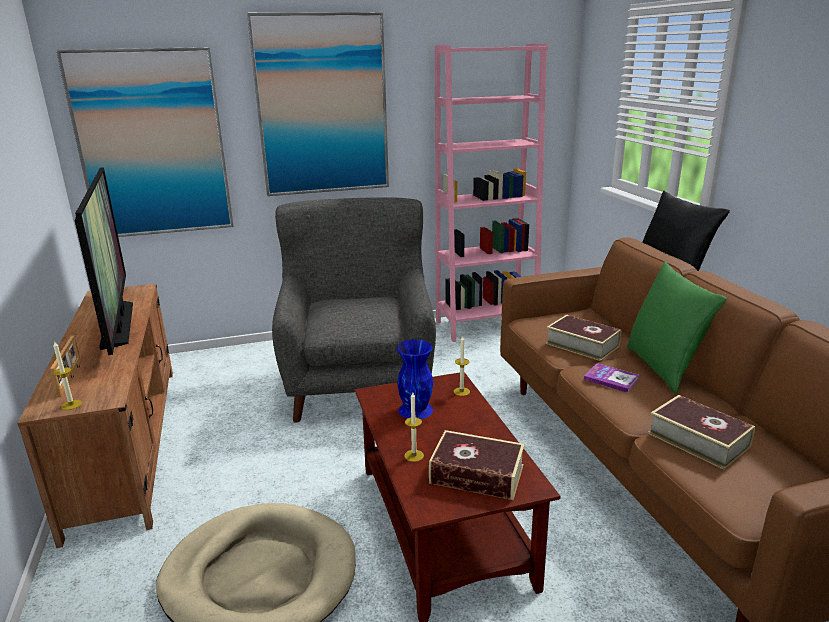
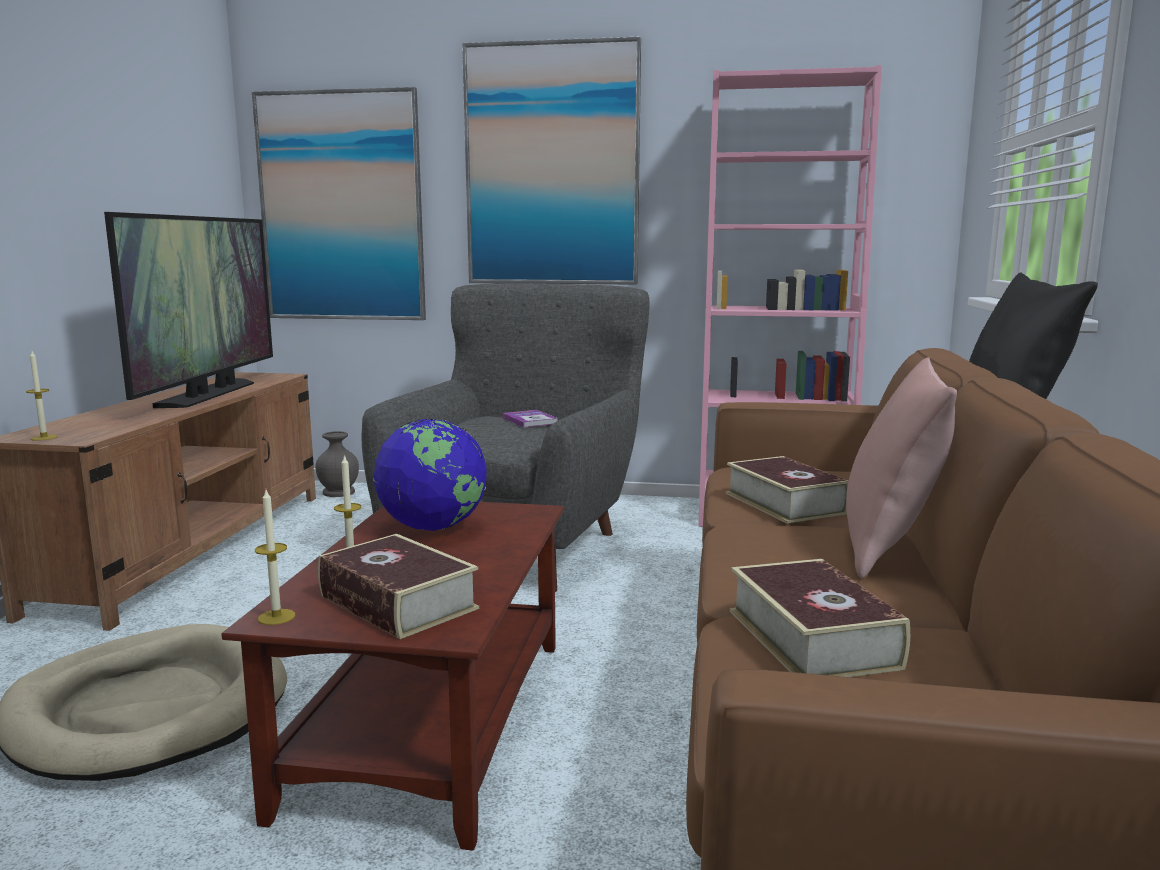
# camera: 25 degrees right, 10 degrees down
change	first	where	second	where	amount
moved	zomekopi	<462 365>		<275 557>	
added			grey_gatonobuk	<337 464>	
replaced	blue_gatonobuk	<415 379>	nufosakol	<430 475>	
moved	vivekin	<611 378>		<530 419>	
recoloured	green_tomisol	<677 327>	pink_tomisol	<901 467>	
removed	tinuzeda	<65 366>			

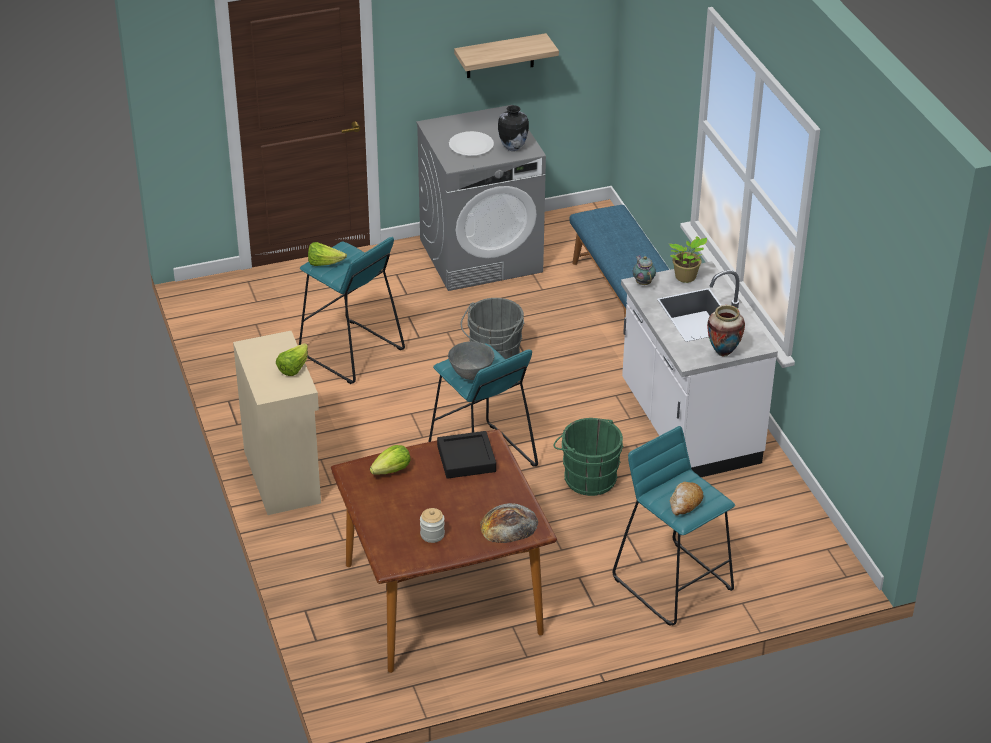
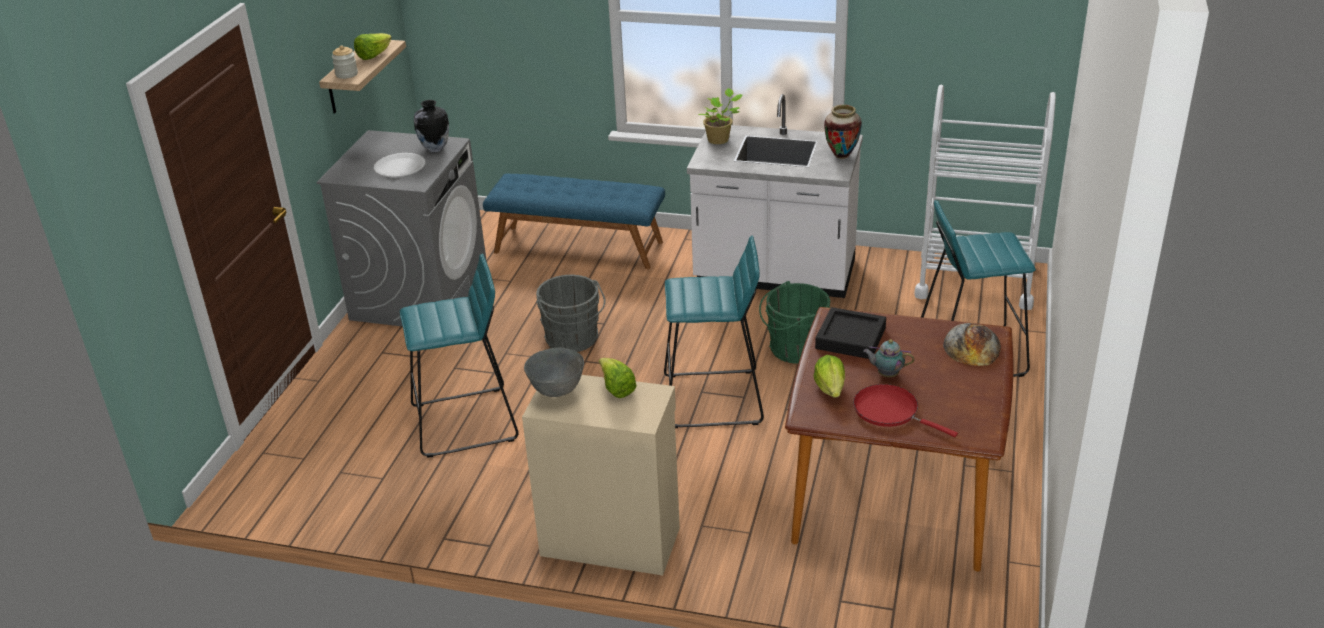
# camera: 55 degrees left, 5 degrees down
change	first	where	second	where	amount
moved	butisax	<432 525>		<345 62>	
moved	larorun	<327 254>		<373 46>	
moved	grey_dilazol	<471 360>		<554 372>	
added			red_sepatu	<905 410>	
moved	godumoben	<644 270>		<888 358>	
added			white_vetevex	<985 197>	
removed	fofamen	<686 499>			

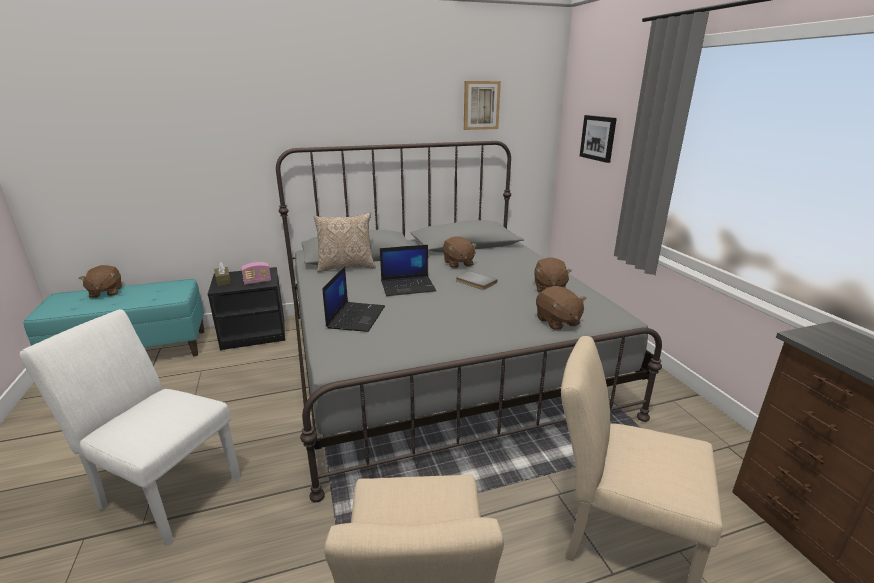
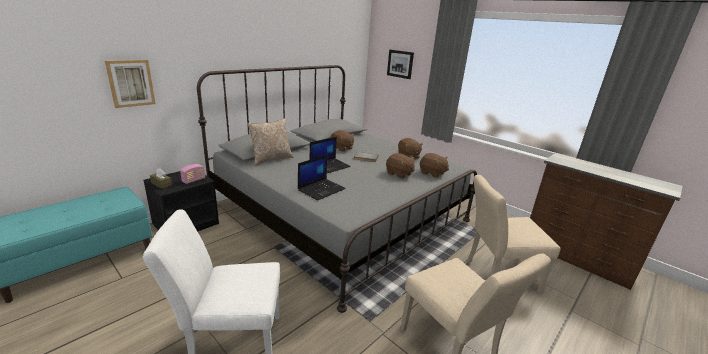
# camera: 30 degrees left, 0 degrees up
change	first	where	second	where	amount
moved	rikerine	<482 105>		<130 84>	
turned	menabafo	<353 299>		<322 178>	60 degrees clockwise
moved	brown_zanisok	<100 281>		<400 166>	

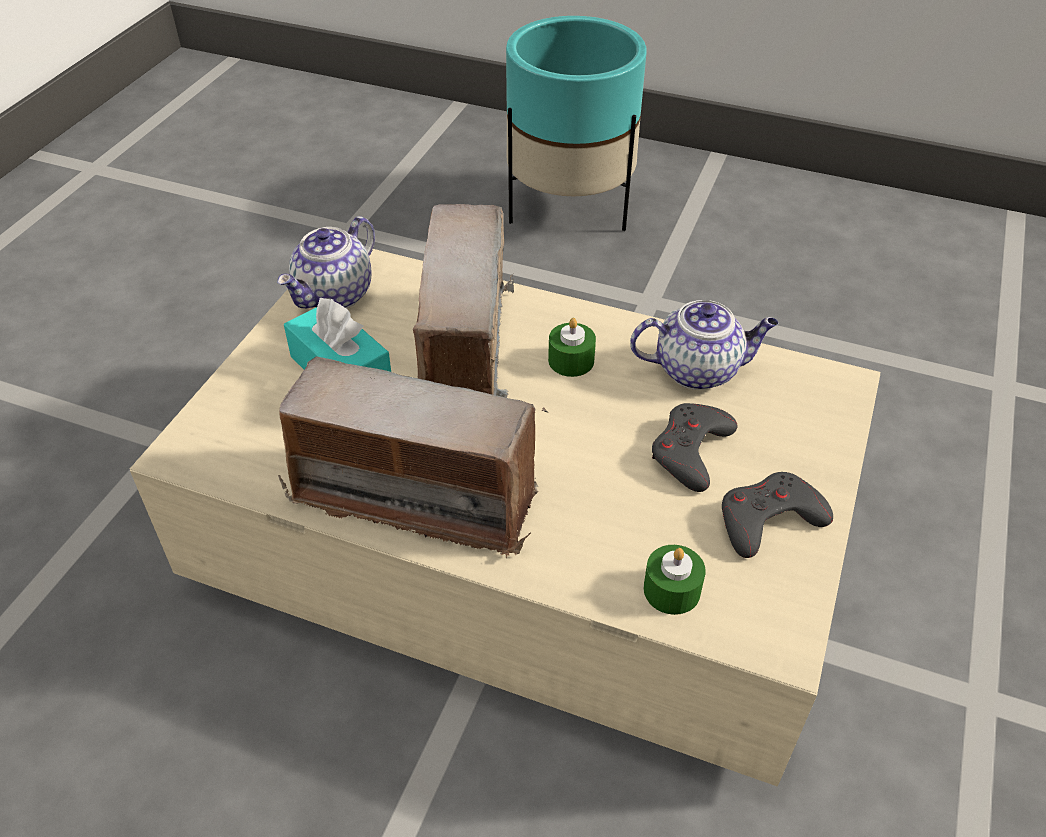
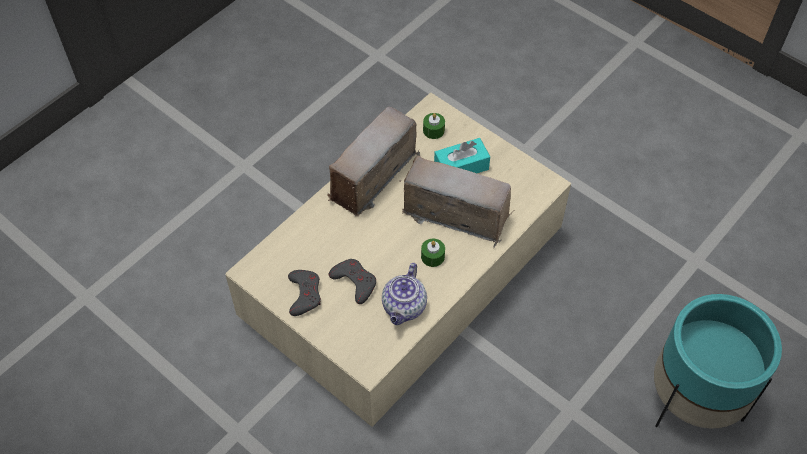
# camera: 110 degrees right, 10 degrees up
change	first	where	second	where	amount
moved	green_zomekopi	<674 580>		<434 126>	
removed	godumoben	<326 262>			

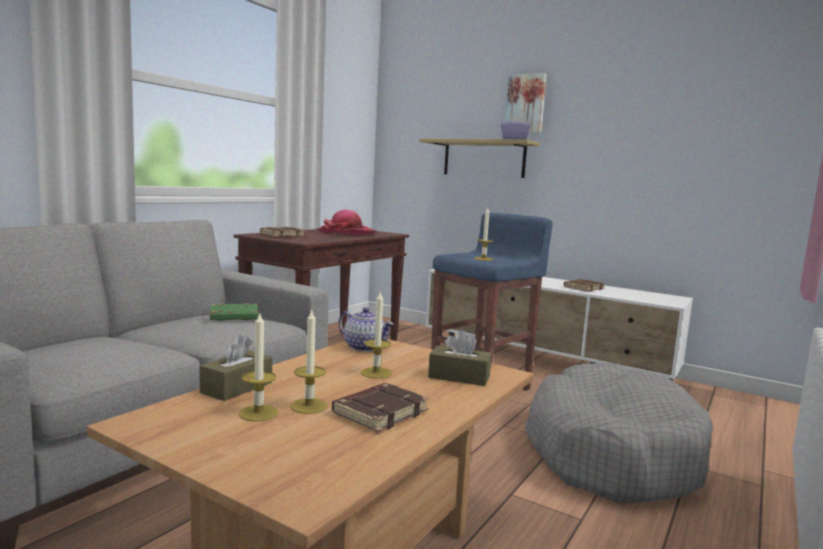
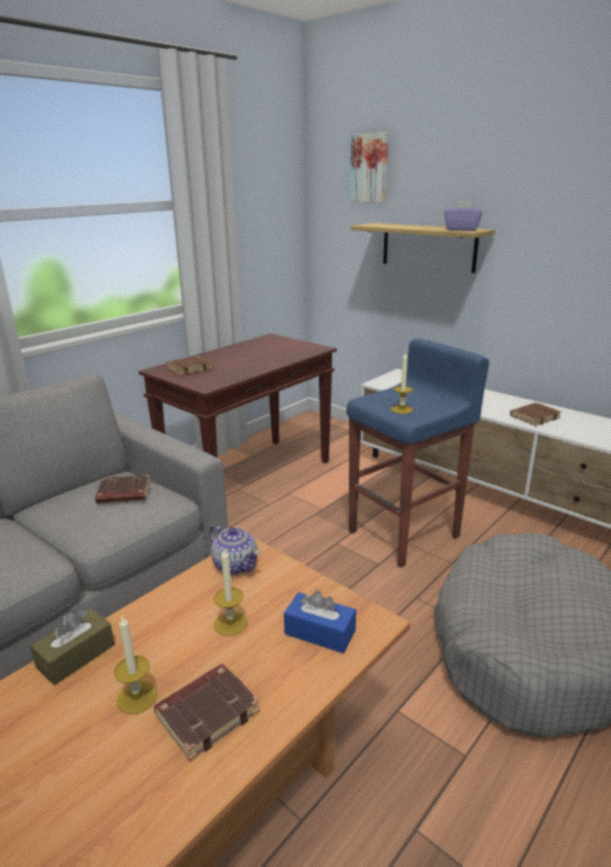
# camera: 10 degrees right, 15 degrees up
change	first	where	second	where	amount
recoloured	green_vivekin	<234 312>	brown_vivekin	<122 489>	
recoloured	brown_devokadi	<460 358>	blue_devokadi	<320 621>	
moved	rikerine	<526 103>		<369 167>	
removed	zomekopi	<258 367>			
removed	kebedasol	<347 222>			

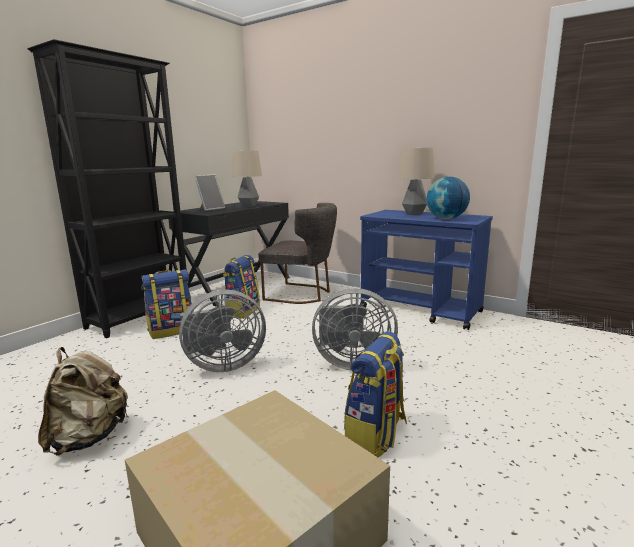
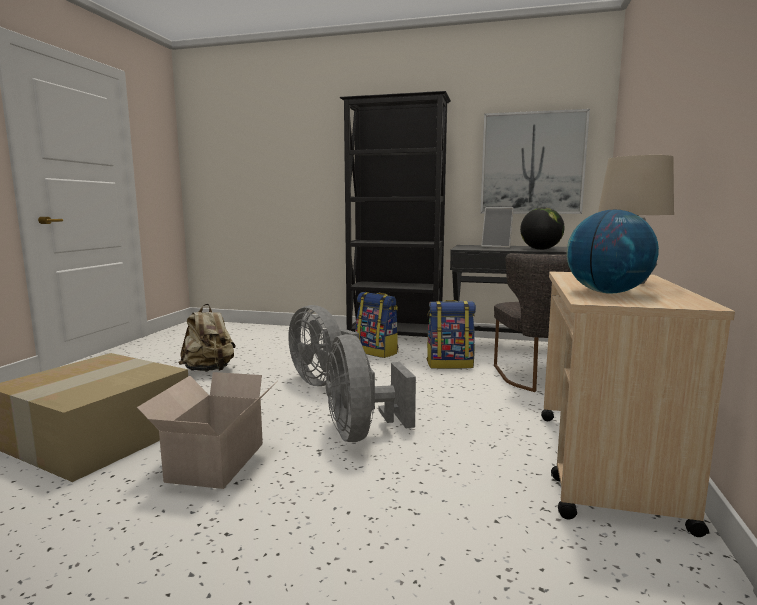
# camera: 70 degrees right, 5 degrees down
change	first	where	second	where	amount
replaced	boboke	<375 394>	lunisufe	<207 430>	
added			rikerine	<535 161>	
replaced	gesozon	<247 179>	nufosakol	<542 228>	
recoloured	blue_vetevex	<426 270>	beige_vetevex	<638 404>	

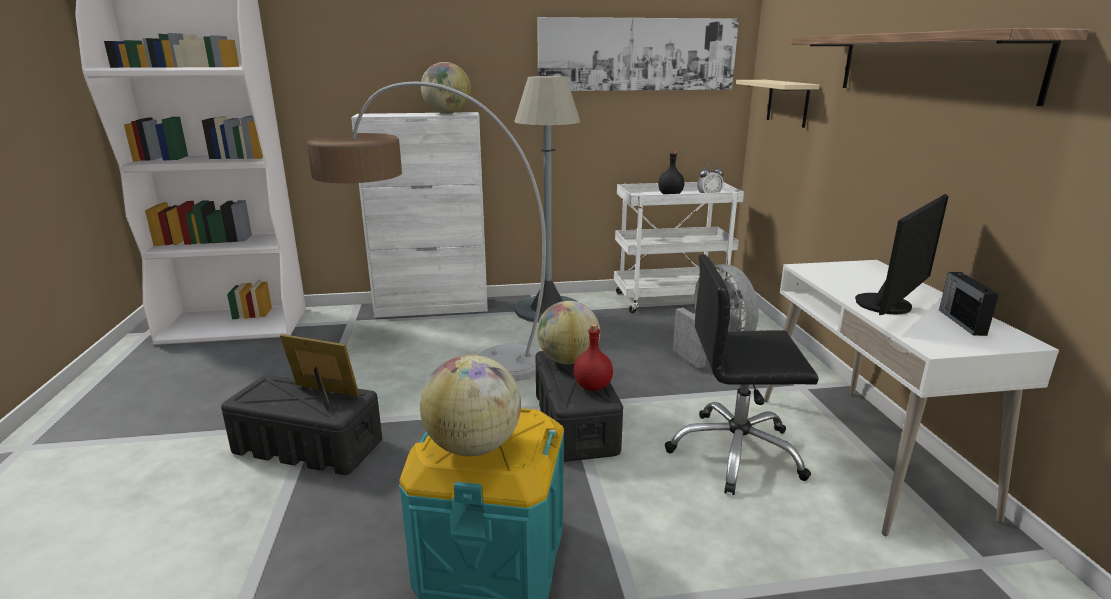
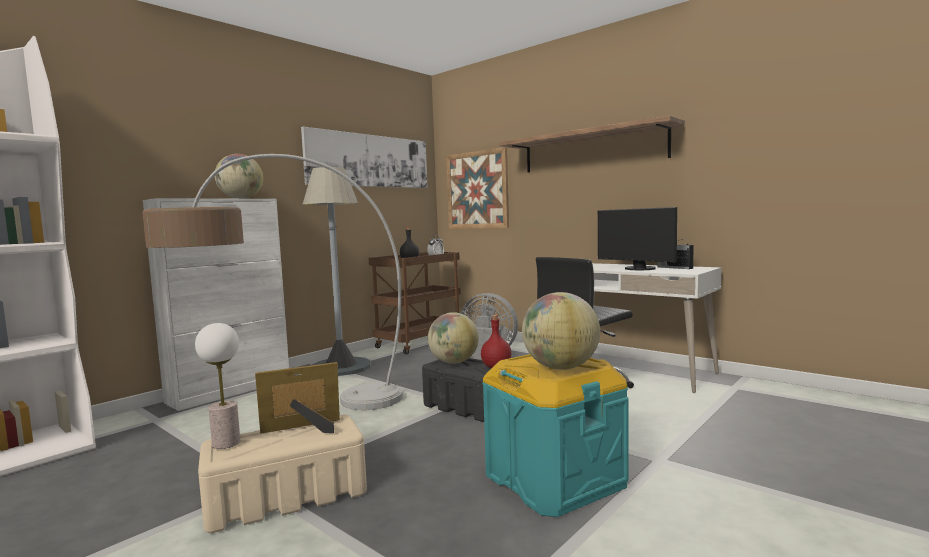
# camera: 40 degrees left, 15 degrees down
change	first	where	second	where	amount
added			gesozon	<217 386>	
recoloured	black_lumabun	<301 425>	beige_lumabun	<282 474>	
recoloured	white_vetevex	<679 247>	brown_vetevex	<415 303>	
replaced	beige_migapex	<777 104>	rikerine	<477 188>	
turned	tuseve	<902 254>		<637 238>	135 degrees clockwise

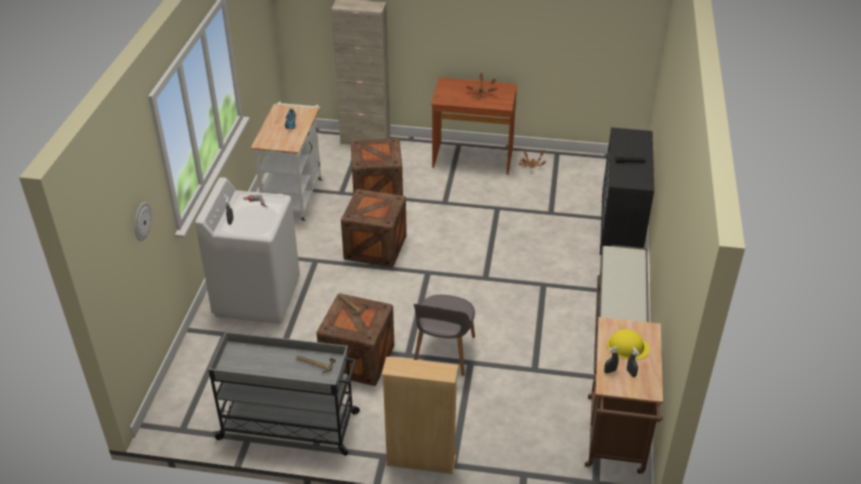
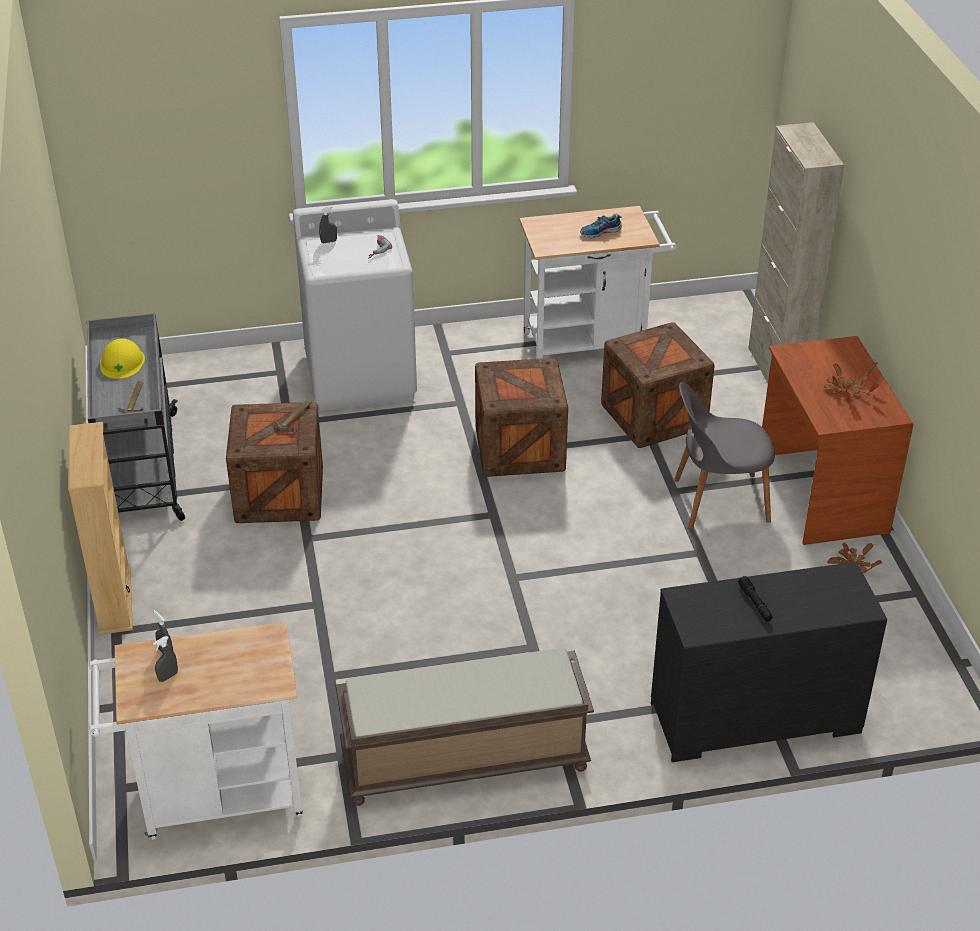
# camera: 70 degrees right, 0 degrees up
change	first	where	second	where	amount
recoloured	brown_vetevex	<624 395>	white_vetevex	<196 731>	
moved	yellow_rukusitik	<628 344>		<122 359>	
moved	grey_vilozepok	<444 335>		<724 455>	
removed	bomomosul	<143 221>			

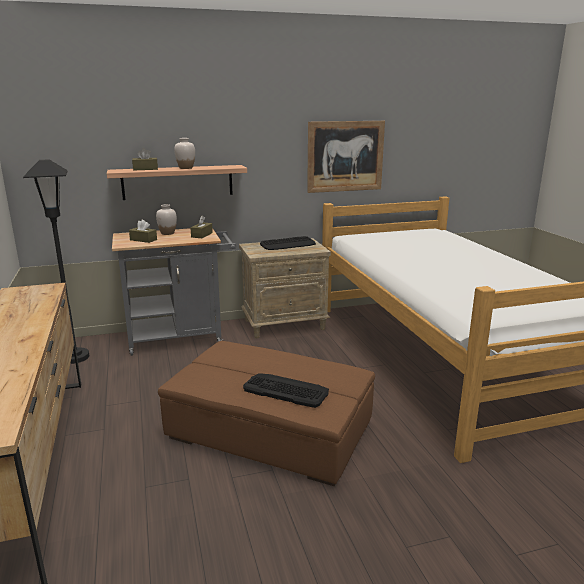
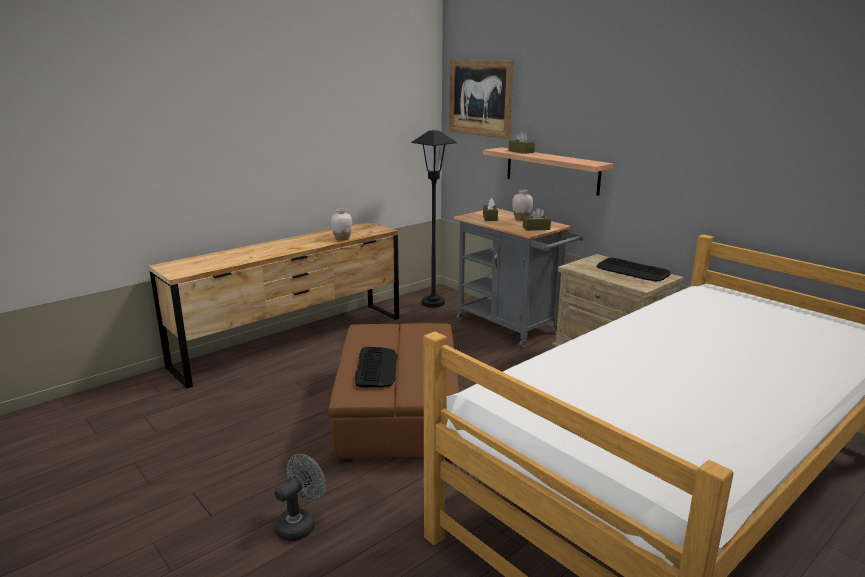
# camera: 65 degrees right, 0 degrees up
change	first	where	second	where	amount
added			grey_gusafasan	<300 497>	
moved	white_gatonobuk	<184 153>		<341 225>	
moved	rikerine	<346 157>		<481 99>	

